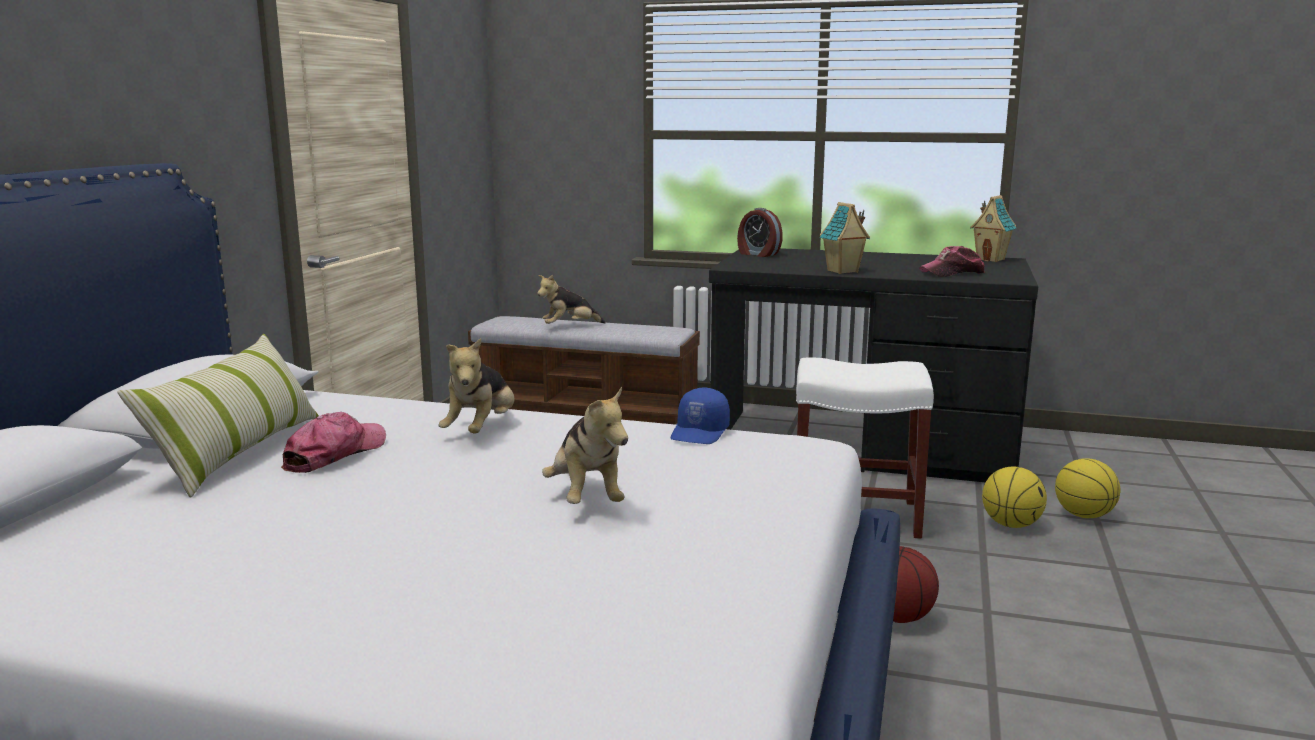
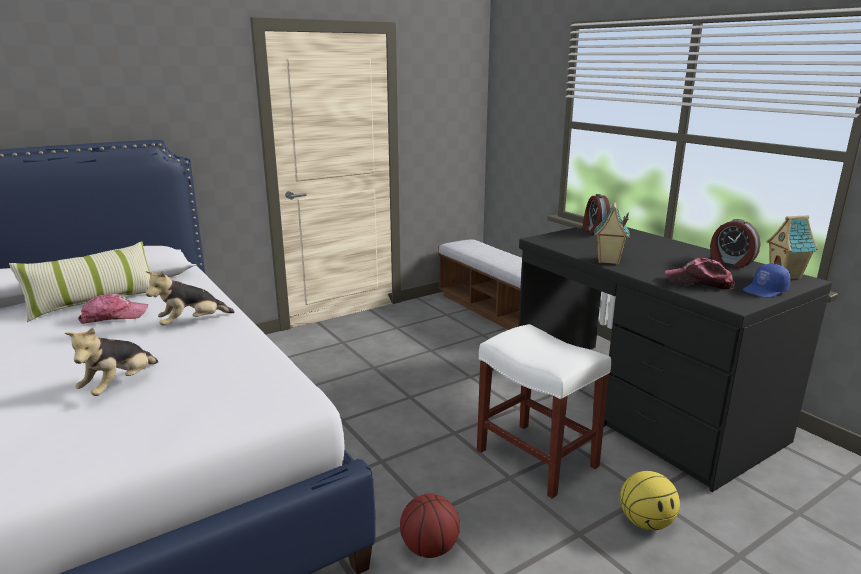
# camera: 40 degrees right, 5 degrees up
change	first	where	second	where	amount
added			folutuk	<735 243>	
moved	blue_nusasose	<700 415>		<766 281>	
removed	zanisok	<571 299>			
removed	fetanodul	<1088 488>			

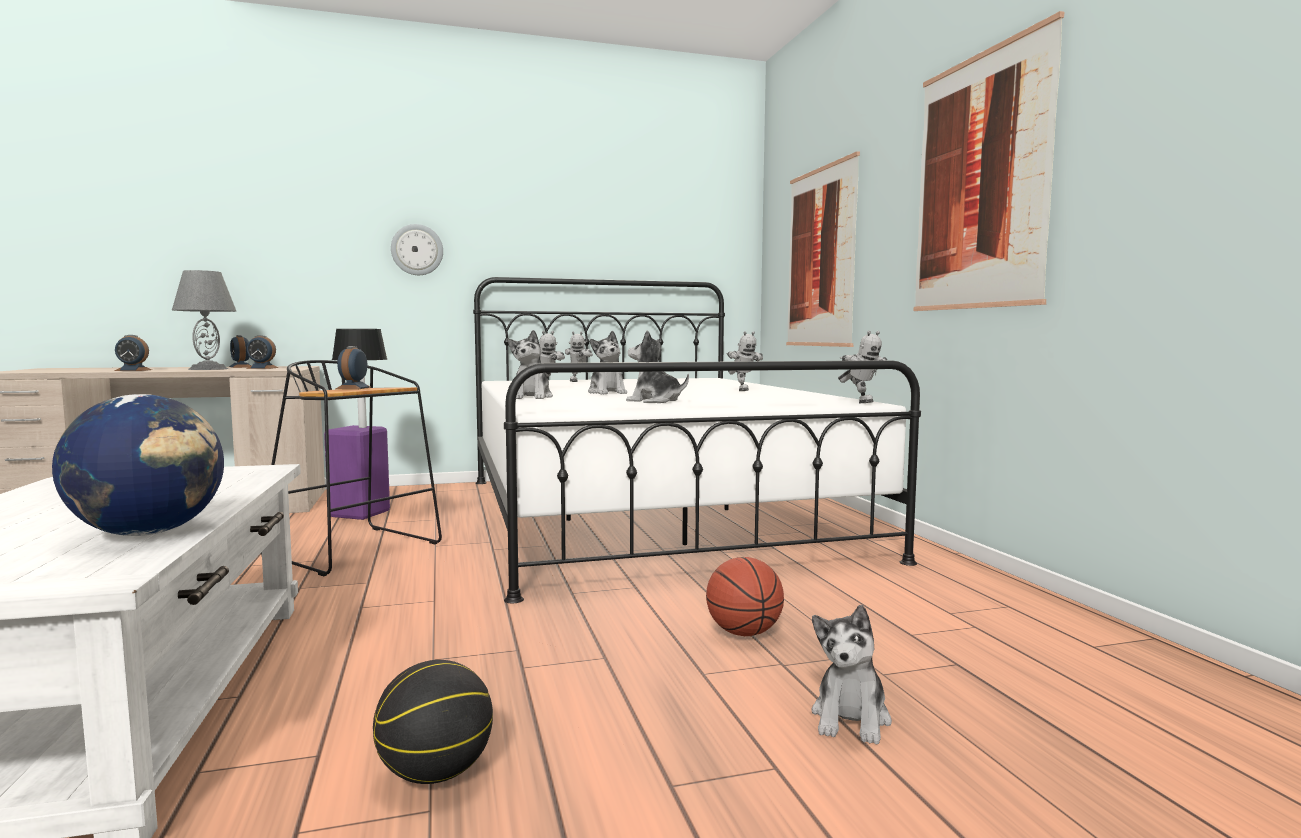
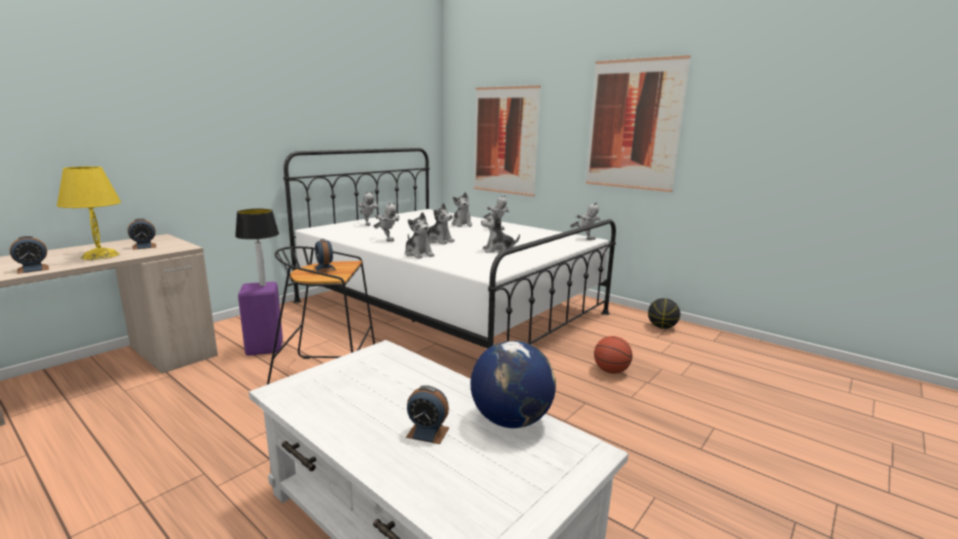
# camera: 35 degrees left, 10 degrees up
change	first	where	second	where	amount
recoloured	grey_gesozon	<204 320>	yellow_gesozon	<89 213>	
moved	folutuk	<240 351>		<427 414>	
moved	zanisok	<851 675>		<462 209>	
moved	fetanodul	<433 722>		<664 313>	
removed	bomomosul	<417 249>			

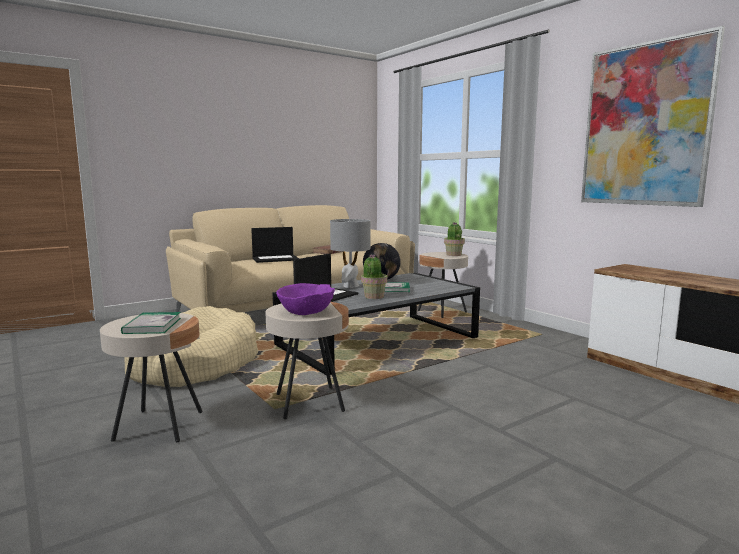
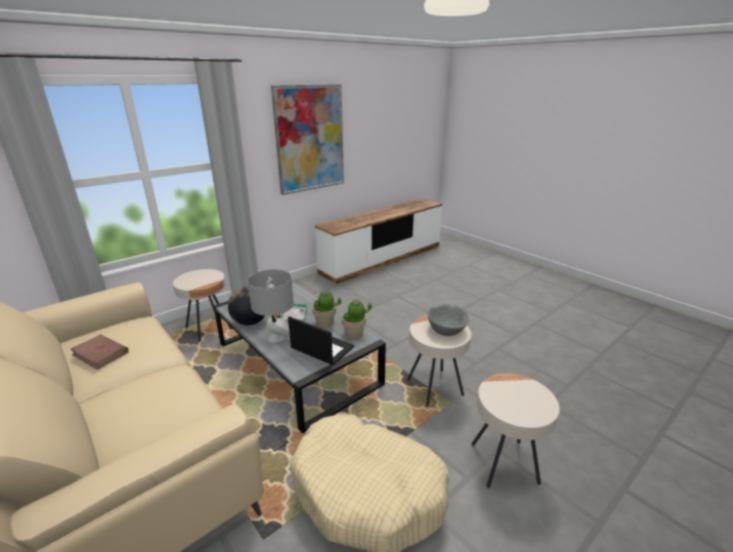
# camera: 95 degrees left, 15 degrees up
change	first	where	second	where	amount
moved	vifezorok	<454 239>		<357 319>	
recoloured	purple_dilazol	<305 299>	grey_dilazol	<448 320>	
removed	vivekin	<151 323>			
removed	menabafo	<275 245>			

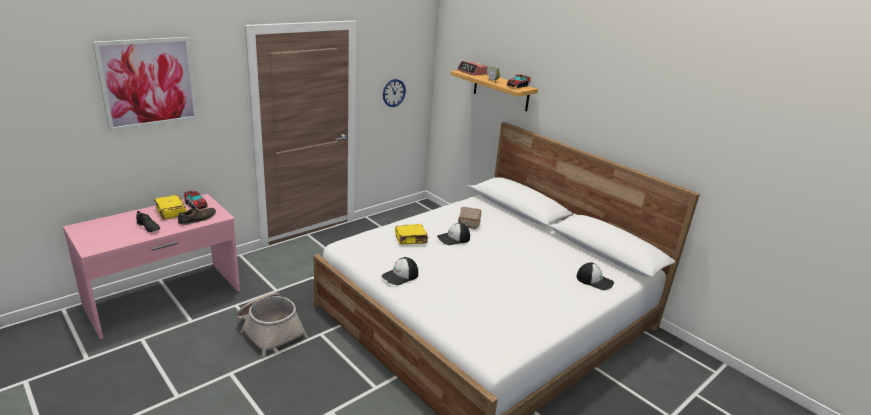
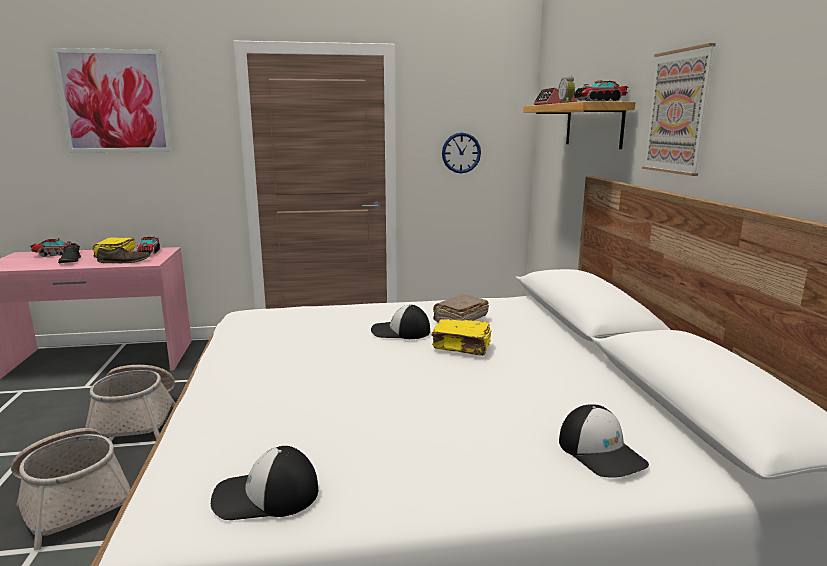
# camera: 35 degrees right, 10 degrees down
change	first	where	second	where	amount
added			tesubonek	<71 489>	
added			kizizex	<55 247>	
moved	nusasose	<400 271>		<264 483>	
moved	yellow_vivekin	<411 234>		<461 337>	
added			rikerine	<679 109>	

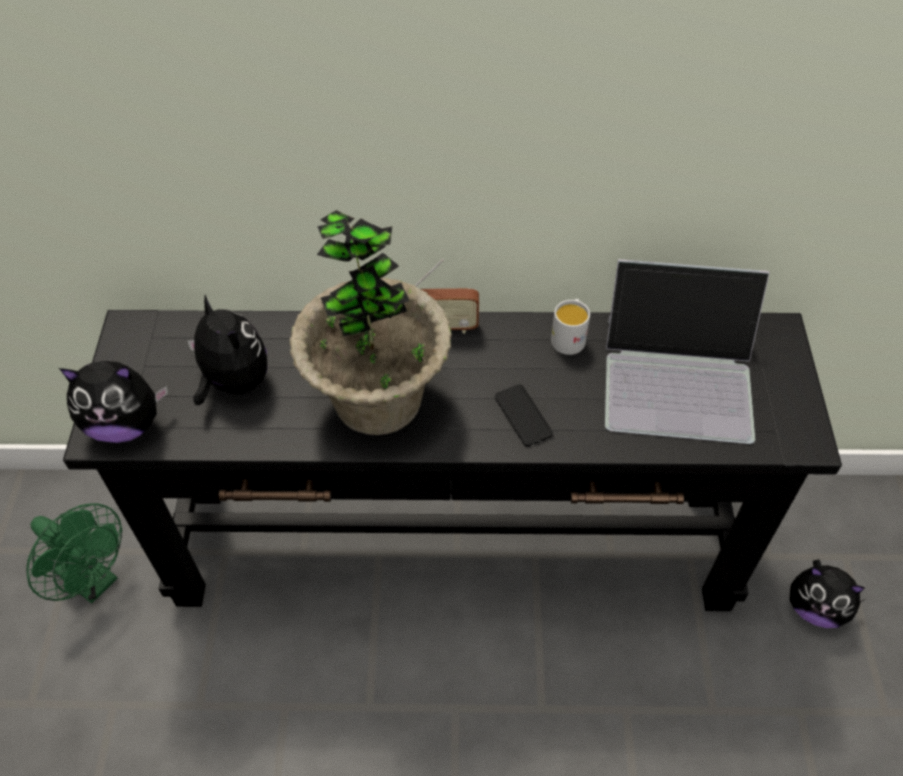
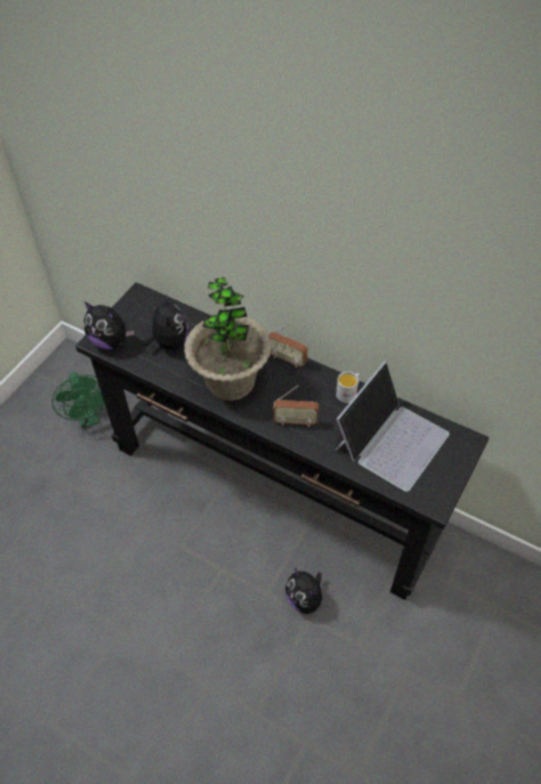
# camera: 30 degrees right, 0 degrees up
change	first	where	second	where	amount
replaced	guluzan	<524 415>	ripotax	<296 406>	
moved	zanisok	<827 594>		<306 591>	
turned	menabafo	<687 351>		<392 426>	90 degrees counterclockwise

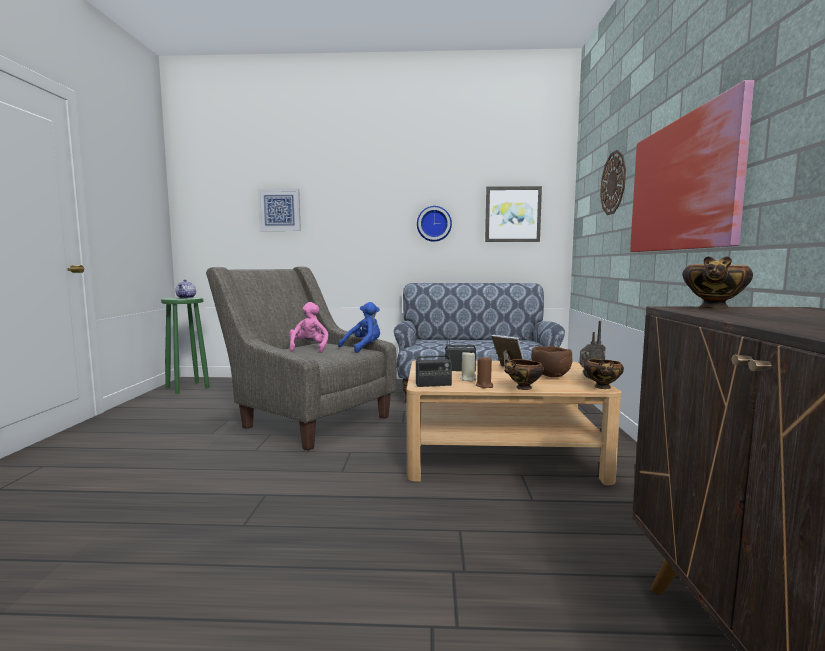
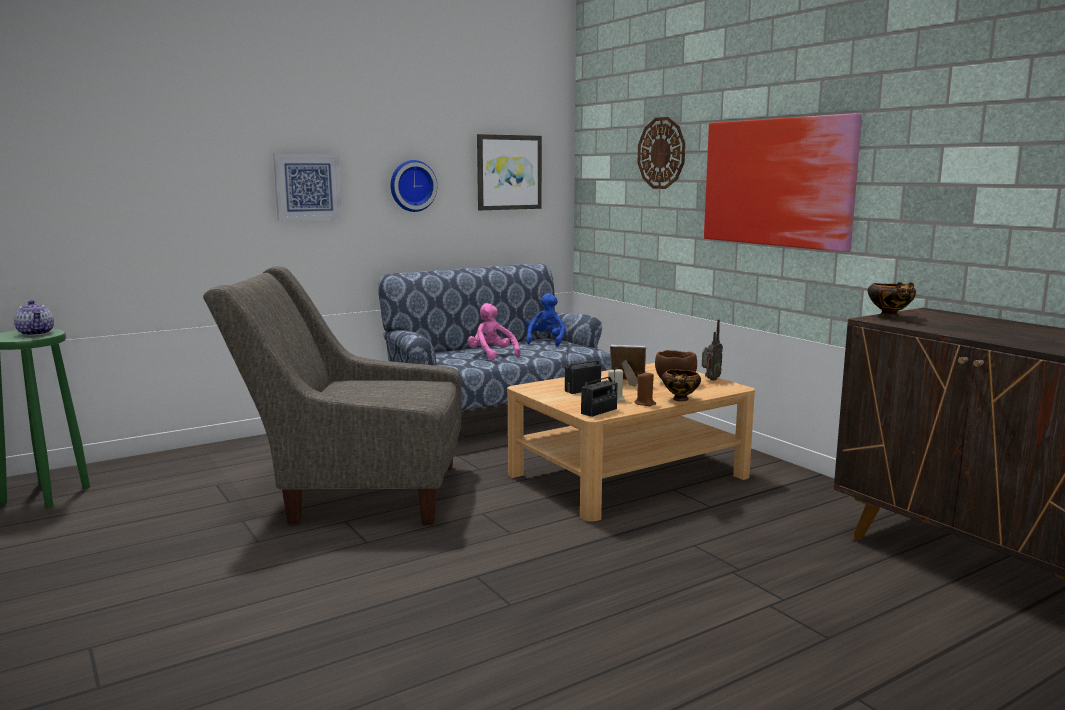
# camera: 35 degrees left, 5 degrees up
change	first	where	second	where	amount
moved	rikerine	<279 210>		<307 187>	
moved	pink_zanisok	<308 327>		<494 331>	
moved	blue_zanisok	<359 327>		<546 320>	
removed	dilazol	<604 374>			

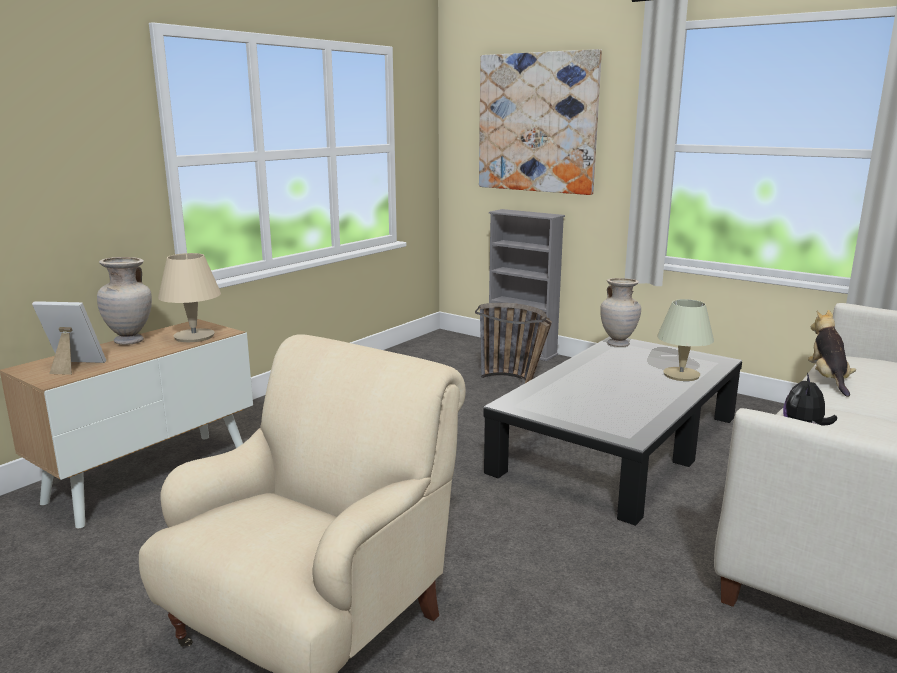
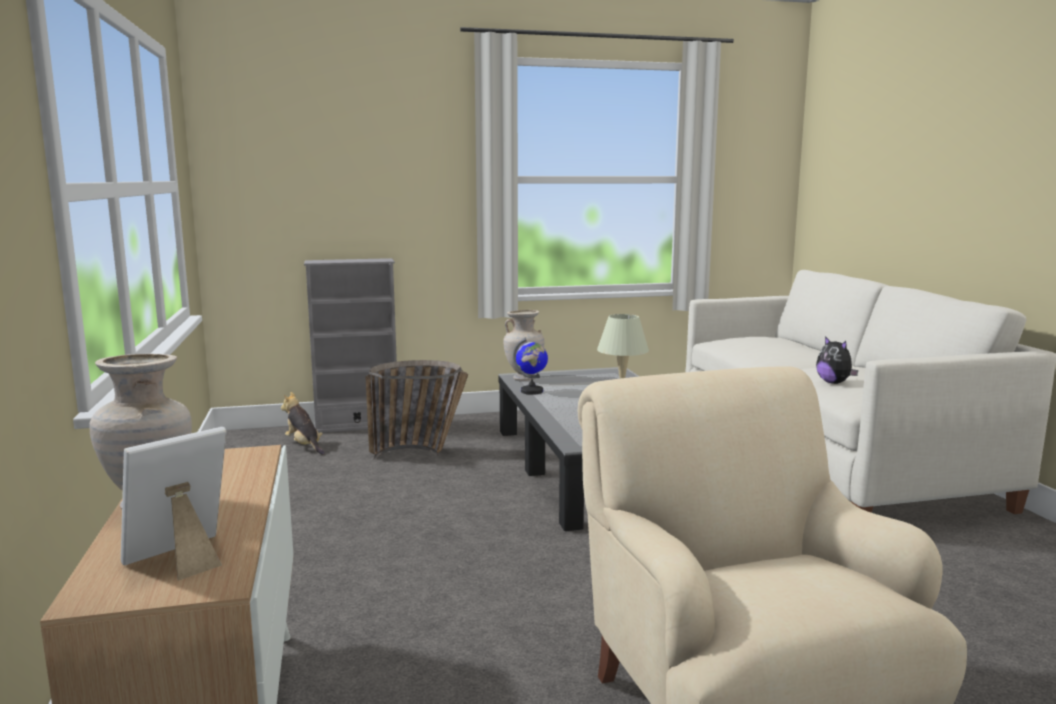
# camera: 50 degrees left, 5 degrees down
change	first	where	second	where	amount
moved	zanisok	<832 353>		<303 423>	
added			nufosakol	<530 366>	
removed	beige_gesozon	<189 297>			
removed	rikerine	<540 122>			

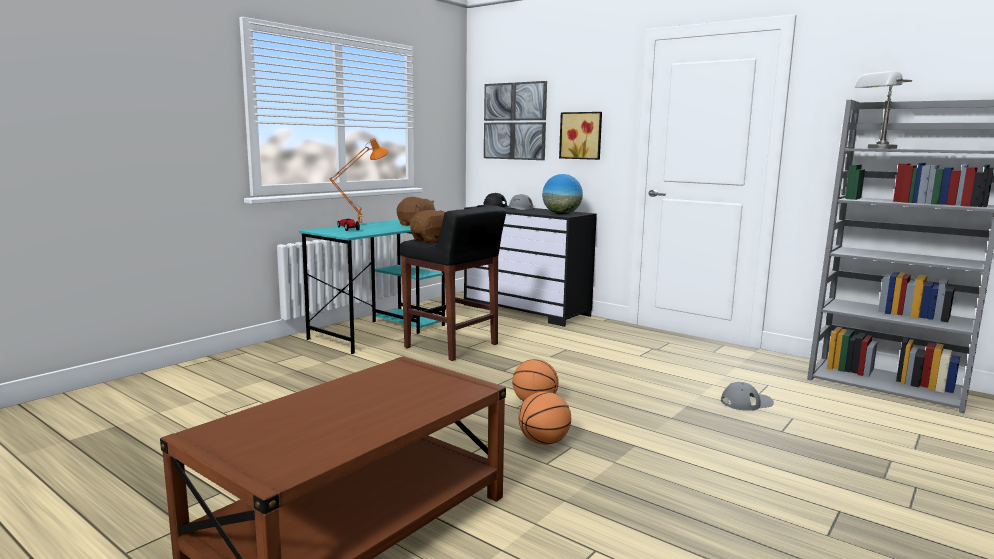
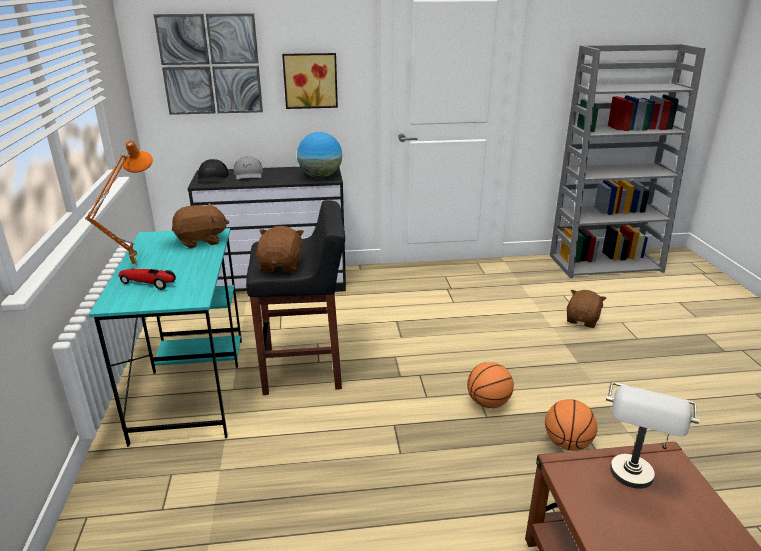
# camera: 45 degrees left, 15 degrees up
change	first	where	second	where	amount
replaced	grey_nusasose	<747 396>	brown_zanisok	<586 309>	
moved	grey_gesozon	<883 110>		<652 435>	

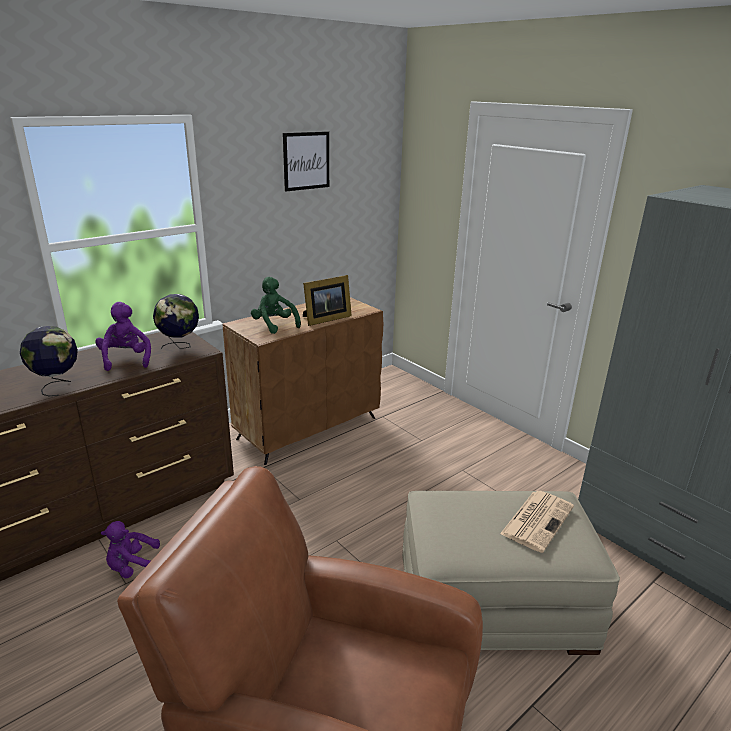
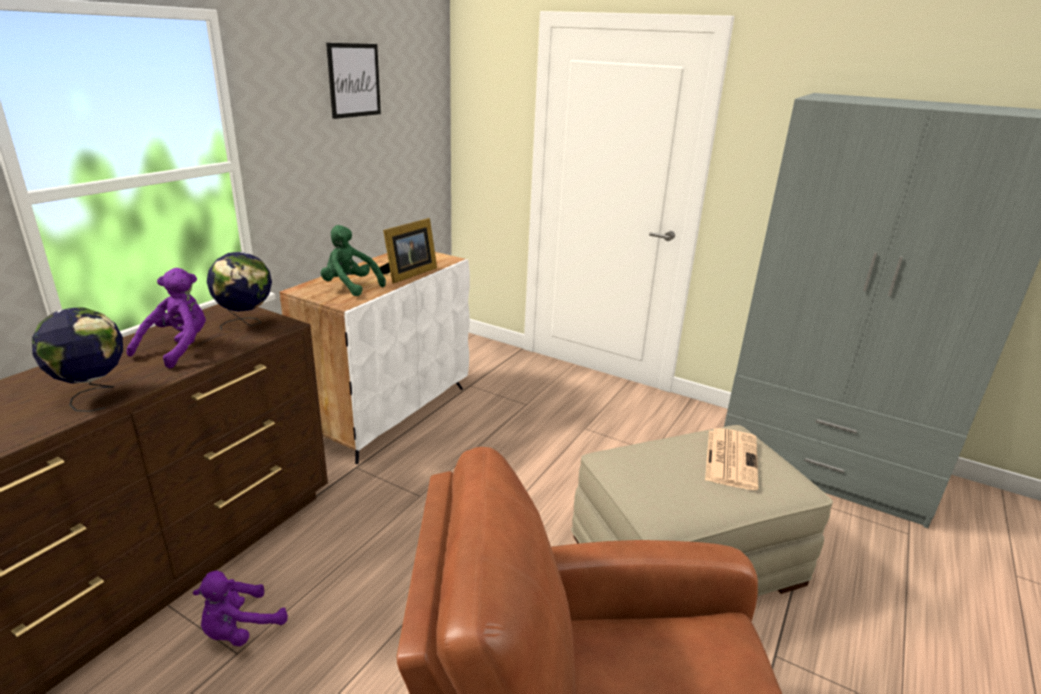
# camera: 20 degrees left, 0 degrees up
change	first	where	second	where	amount
turned	purple_zanisok	<123 336>		<166 318>	60 degrees clockwise
recoloured	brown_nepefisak	<303 381>	white_nepefisak	<375 358>	

